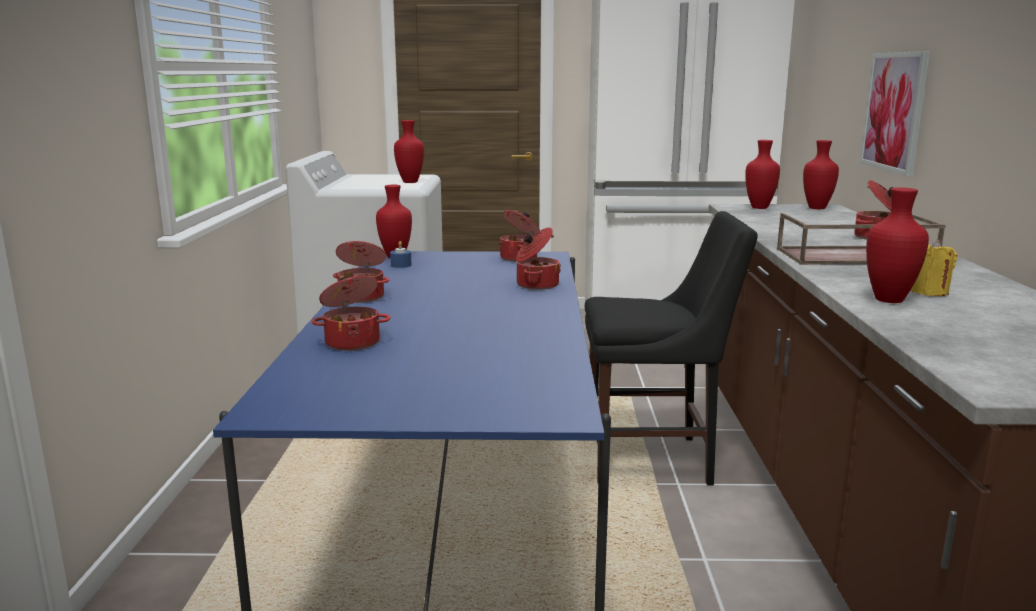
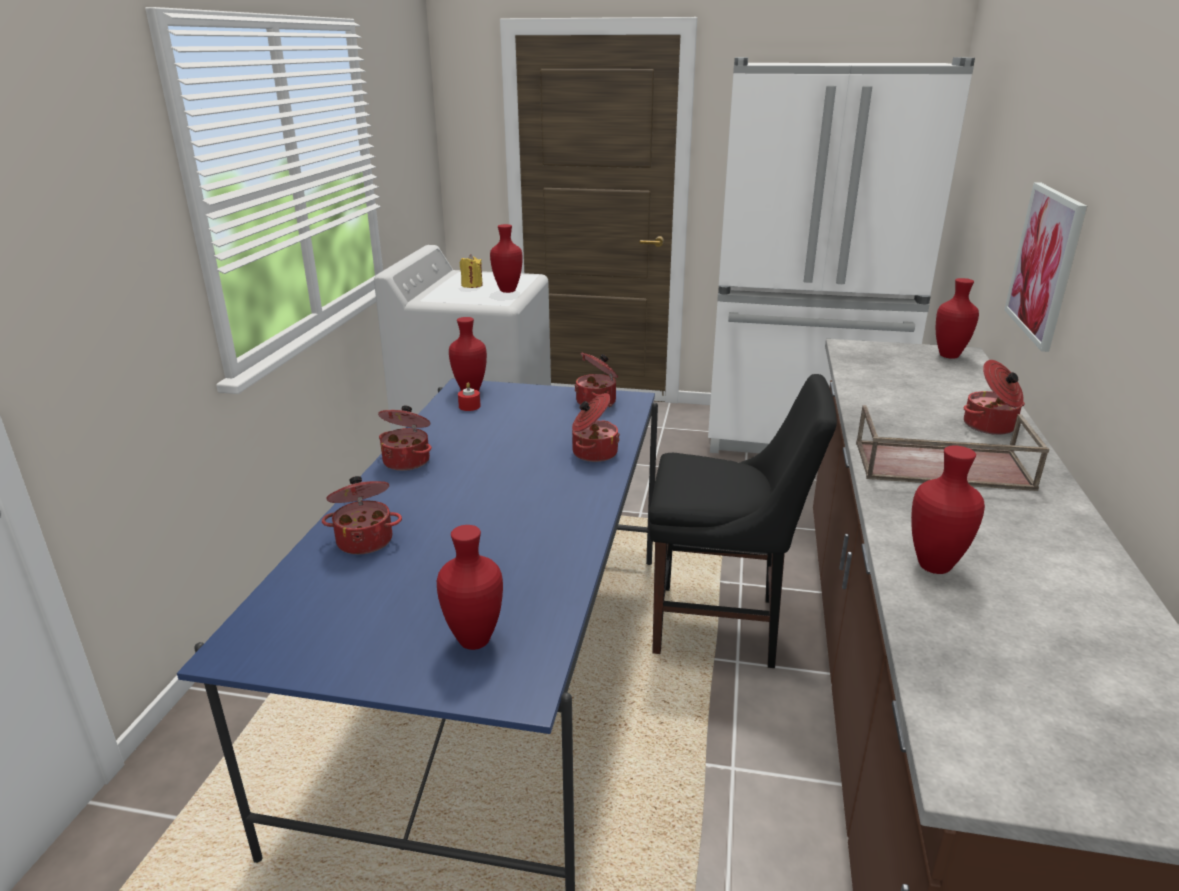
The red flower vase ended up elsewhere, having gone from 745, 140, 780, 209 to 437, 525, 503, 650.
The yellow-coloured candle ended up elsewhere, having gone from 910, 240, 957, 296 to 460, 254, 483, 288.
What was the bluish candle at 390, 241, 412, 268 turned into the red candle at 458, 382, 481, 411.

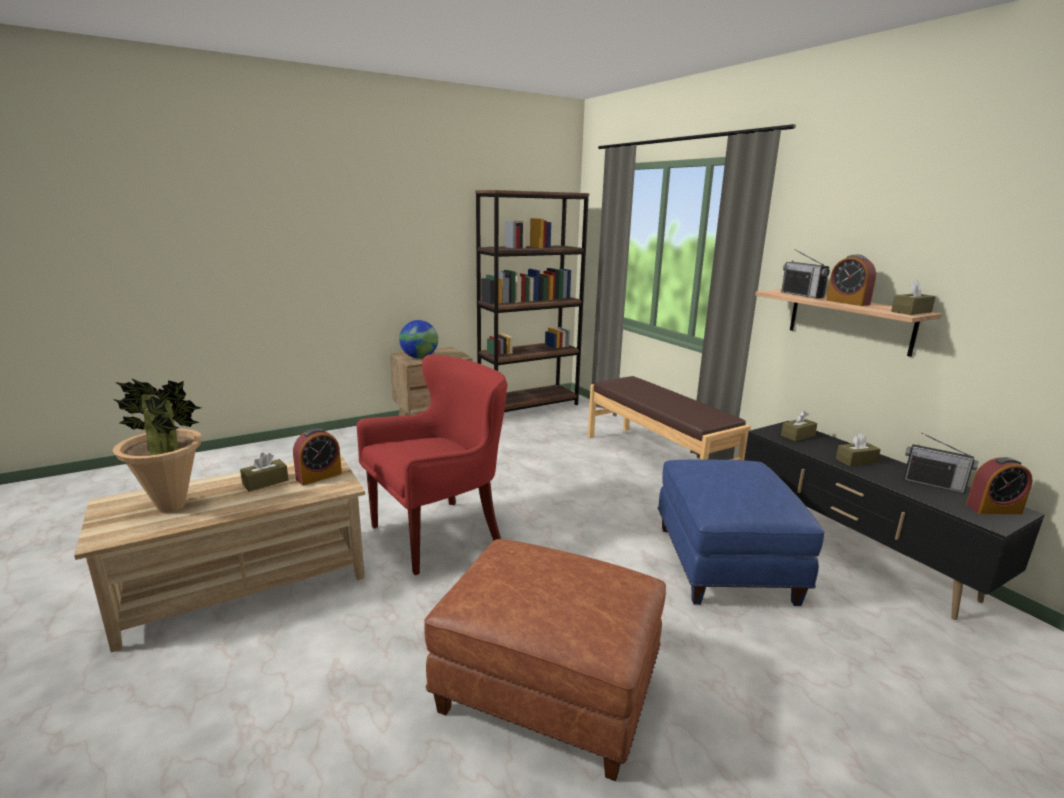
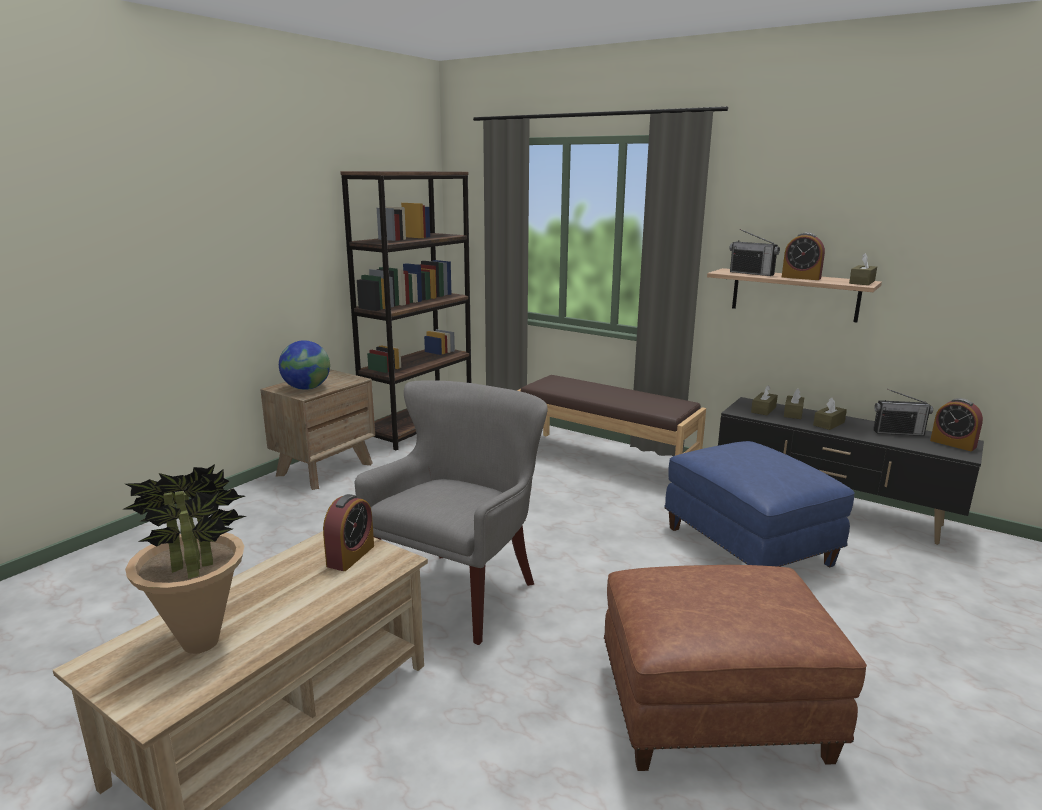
The brown box of tissues ended up elsewhere, having gone from 240, 453, 289, 492 to 784, 388, 804, 419.
What was the red easy chair at 357, 355, 507, 575 turned into the greyish easy chair at 355, 381, 548, 645.
The alarm clock at 966, 457, 1033, 514 ended up facing another way, 75 degrees clockwise from before.

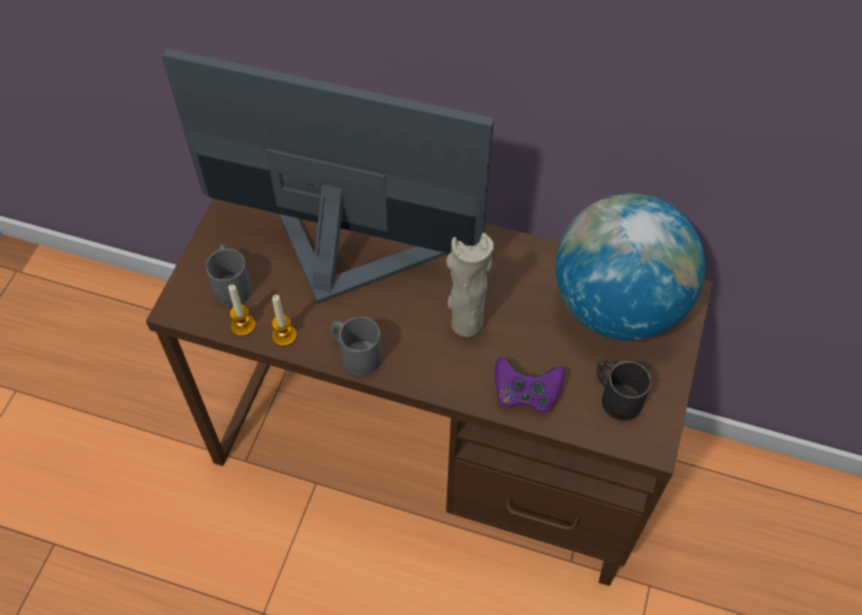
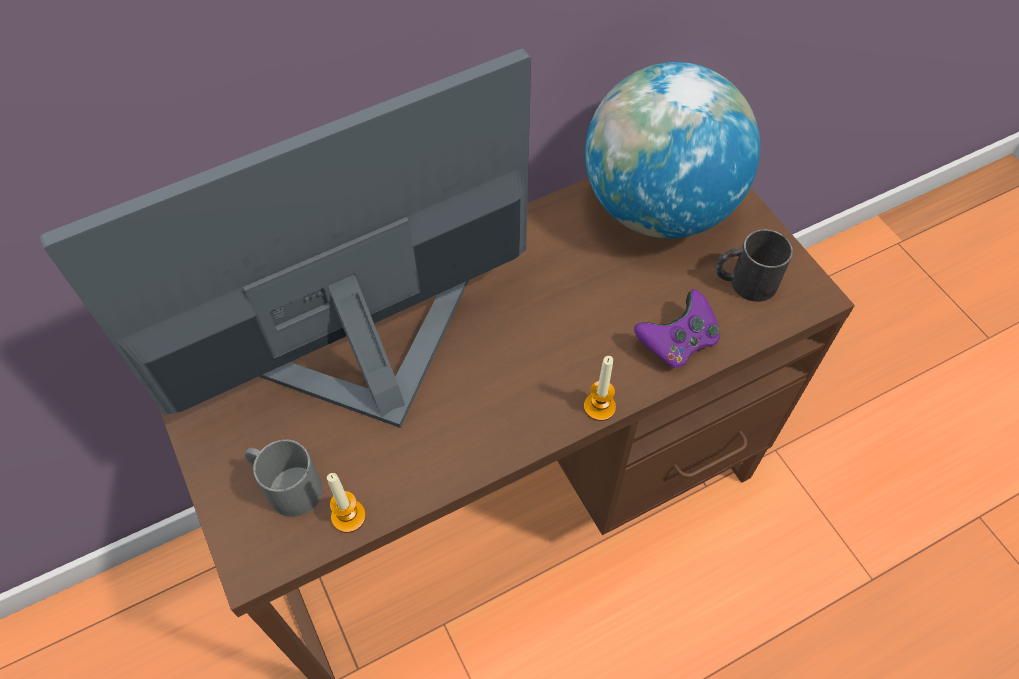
The second view lost the greyish mug at 330, 317, 382, 376.
The second view lost the beige-coloured flower vase at 446, 233, 494, 337.
The candle ended up elsewhere, having gone from 272, 295, 297, 346 to 584, 356, 616, 421.

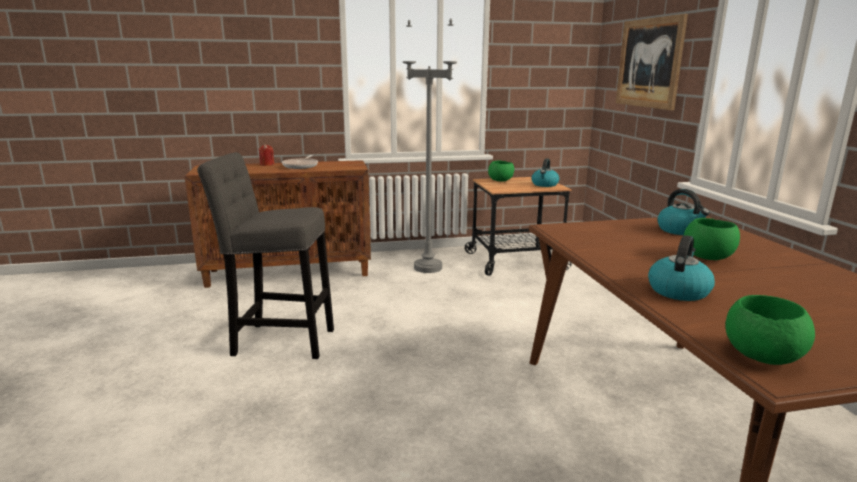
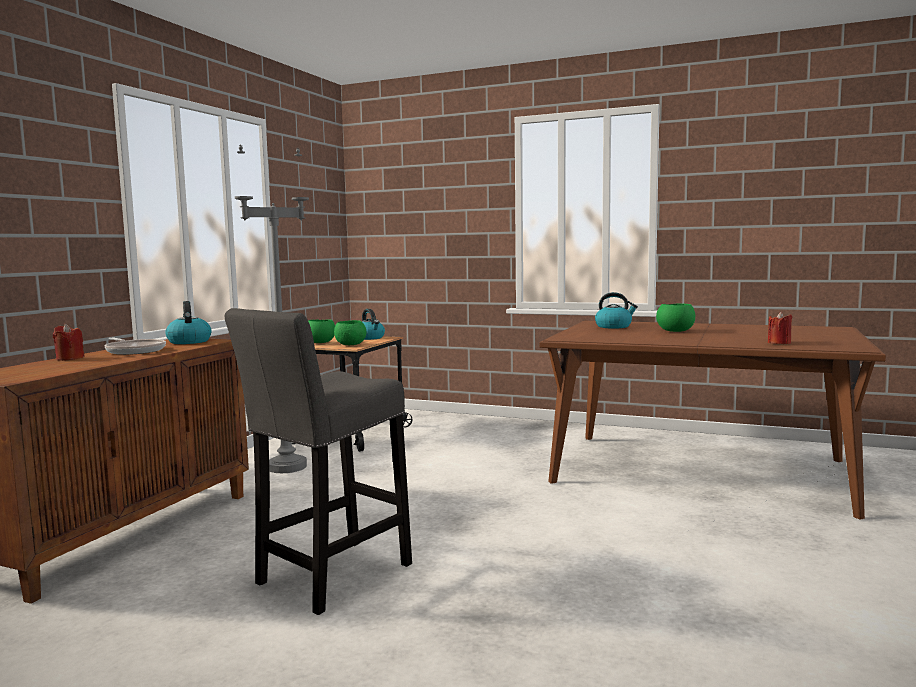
The second view lost the picture at 616, 14, 688, 110.
The second view gained the red candle at 768, 312, 792, 344.
The tea kettle ended up elsewhere, having gone from 648, 235, 715, 301 to 165, 301, 211, 344.
The green-coloured deep dish ended up elsewhere, having gone from 725, 295, 815, 365 to 334, 320, 367, 345.

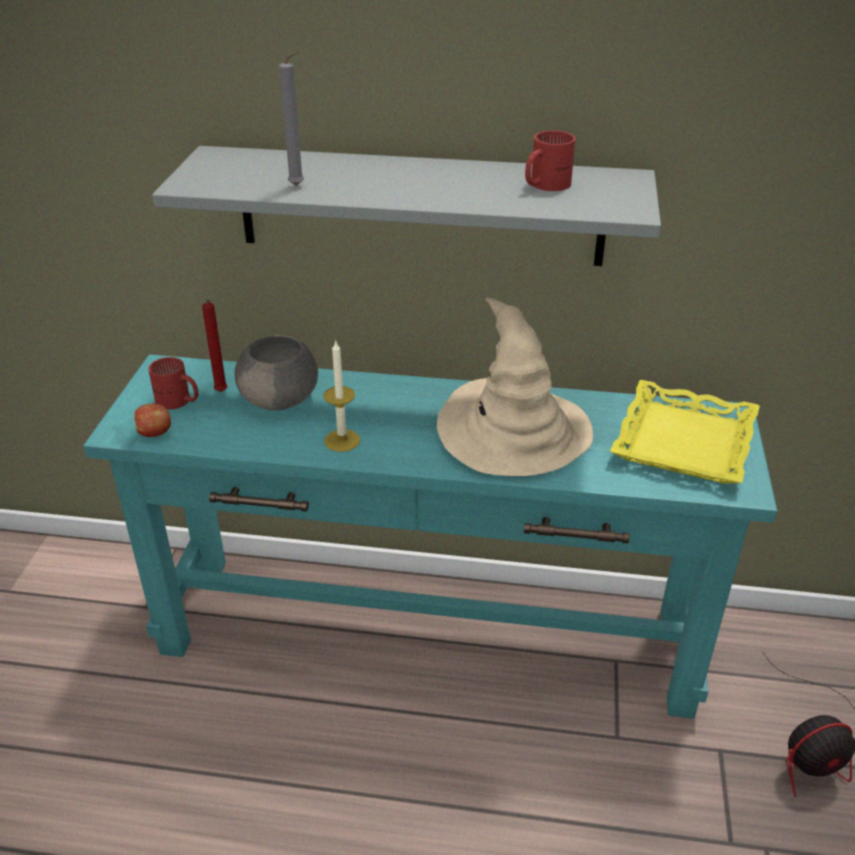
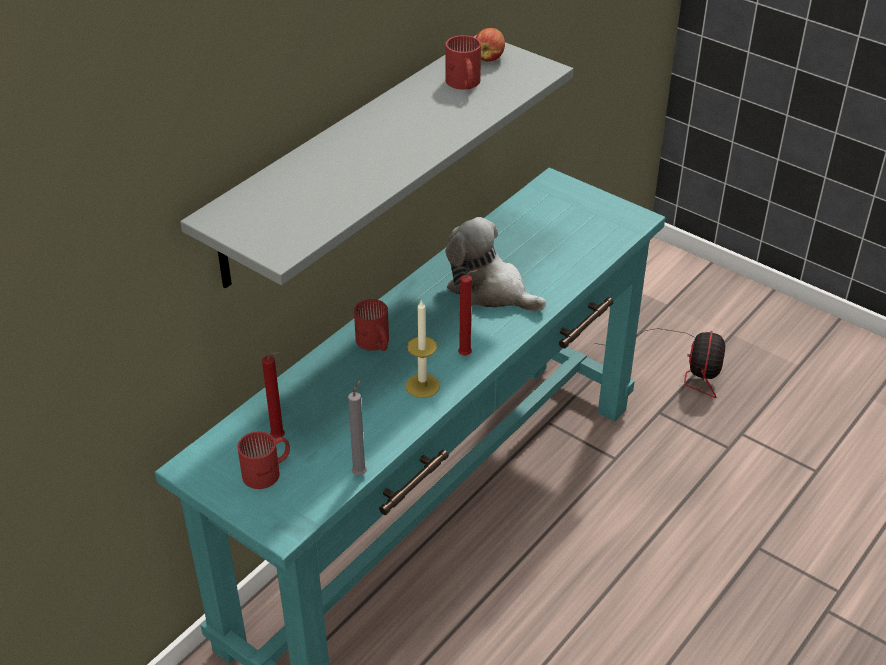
The second view lost the greyish deep dish at 235, 335, 318, 410.
The second view lost the yellow-coloured tray at 610, 380, 760, 484.
The second view gained the red mug at 354, 299, 389, 351.
The second view gained the red candle at 458, 270, 478, 355.
The apple fruit ended up elsewhere, having gone from 134, 404, 171, 437 to 475, 28, 505, 62.
The greyish candle ended up elsewhere, having gone from 279, 50, 304, 186 to 348, 379, 367, 476.
Where the beige-coloured wearable hat stood at 437, 298, 593, 476, the cuddly toy came to stand at 445, 217, 546, 311.

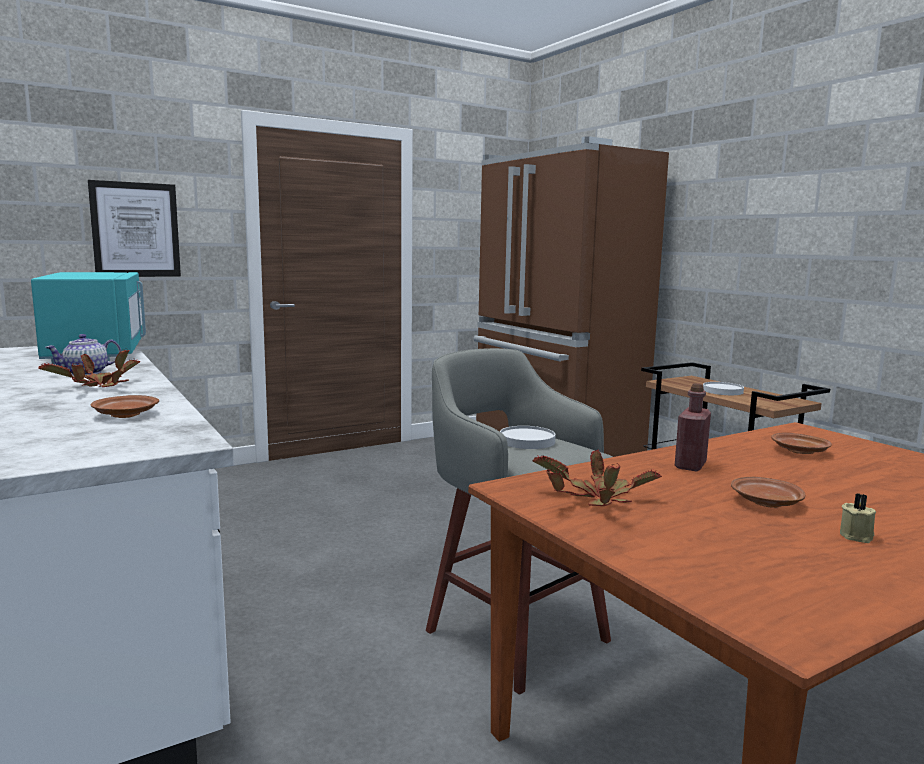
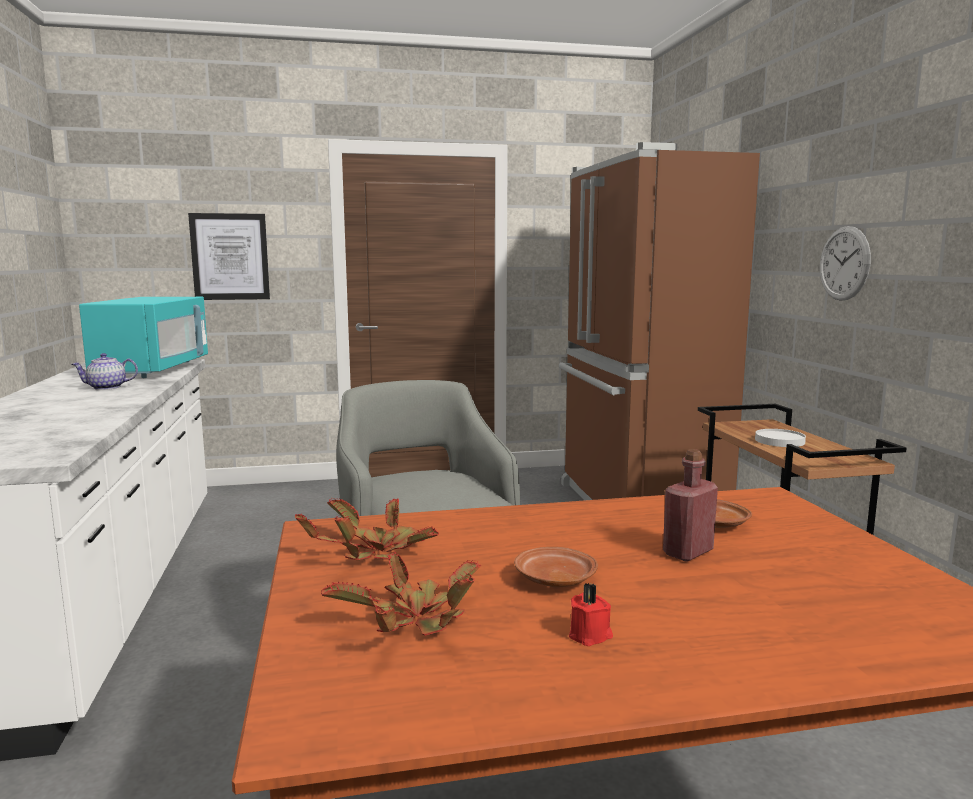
The second view lost the brown flat dish at 91, 395, 159, 418.
The second view lost the whitish flat dish at 500, 426, 556, 449.
The second view gained the wall clock at 820, 226, 871, 301.
The plant in a pot ended up elsewhere, having gone from 38, 349, 140, 387 to 321, 552, 481, 636.
The red beverage bottle ended up elsewhere, having gone from 675, 383, 711, 471 to 663, 449, 718, 562.
What was the beige-coloured candle at 840, 493, 876, 543 turned into the red candle at 569, 583, 613, 646.

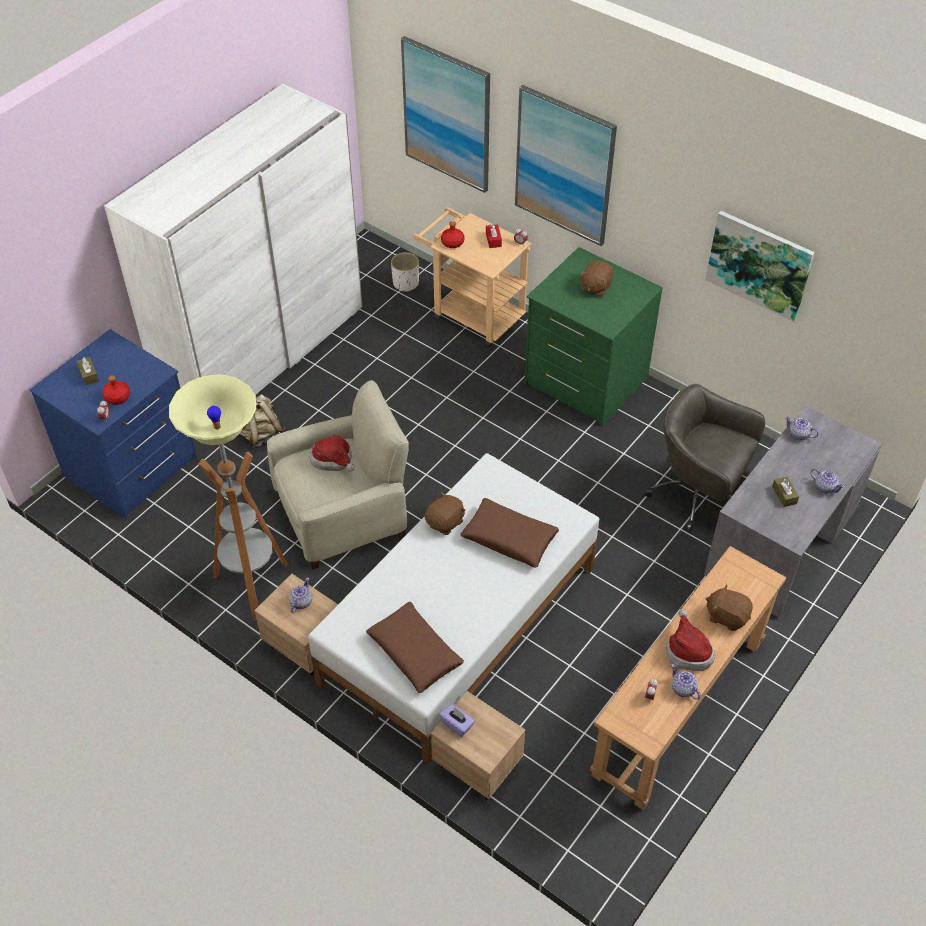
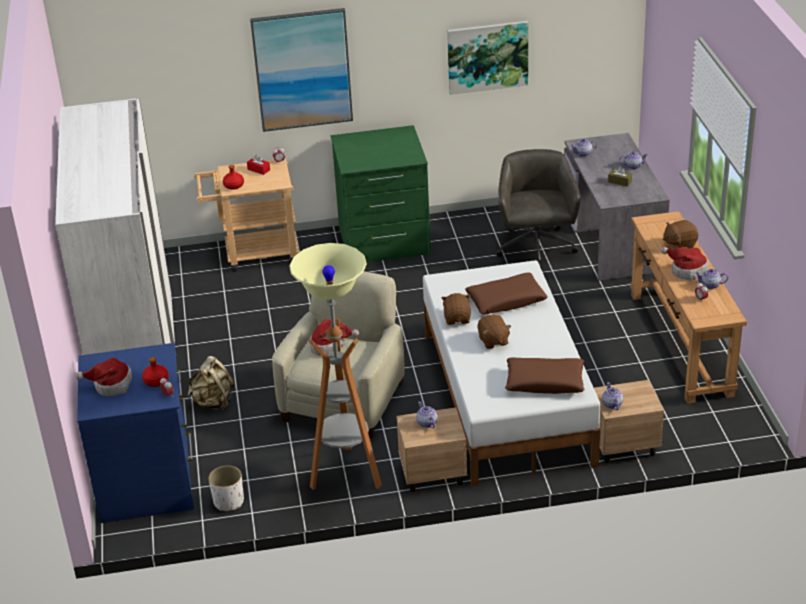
The second view lost the picture at 401, 36, 490, 193.
The whitish plant pot ended up elsewhere, having gone from 391, 252, 419, 292 to 209, 465, 244, 511.
The brown cuddly toy ended up elsewhere, having gone from 579, 260, 614, 297 to 477, 315, 511, 349.
Where the brown box of tissues stood at 76, 357, 99, 385, the wearable hat came to stand at 75, 358, 132, 396.
Where the purple-coloured box of tissues stood at 439, 704, 475, 737, the pot for tea came to stand at 602, 382, 623, 410.
The greyish office chair at 645, 384, 765, 532 ended up facing another way, 105 degrees clockwise from before.

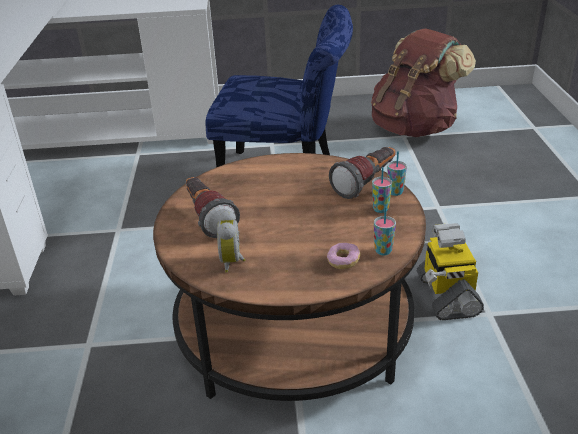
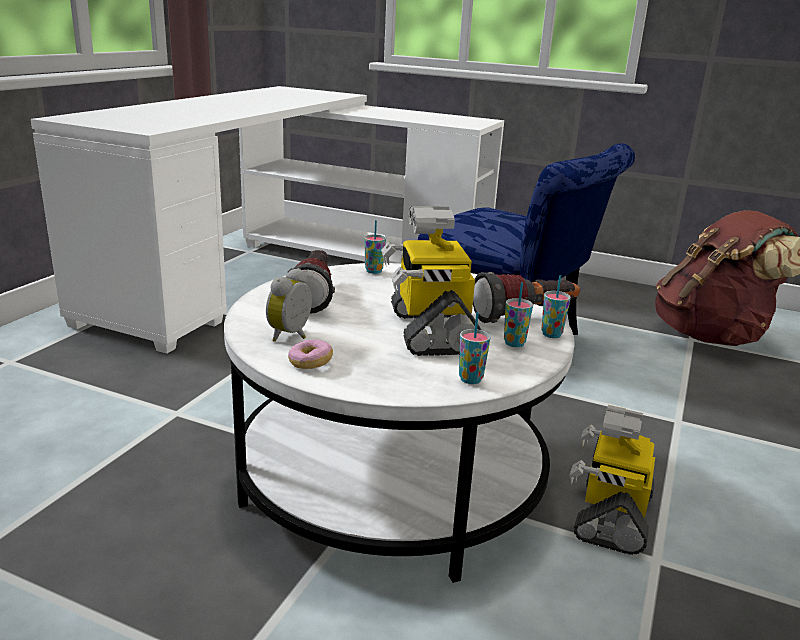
The second view gained the small cup at 364, 220, 386, 274.
The second view gained the toy robot at 381, 206, 481, 356.
The doughnut ended up elsewhere, having gone from 327, 243, 360, 269 to 288, 339, 333, 369.
What was the brown coffee table at 153, 153, 426, 401 turned into the whitish coffee table at 224, 263, 575, 583.

